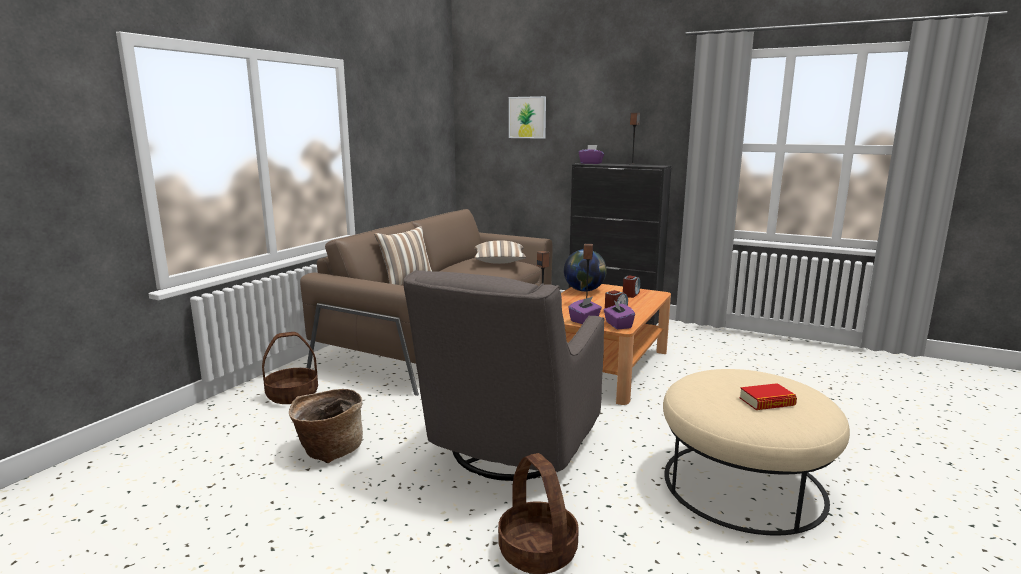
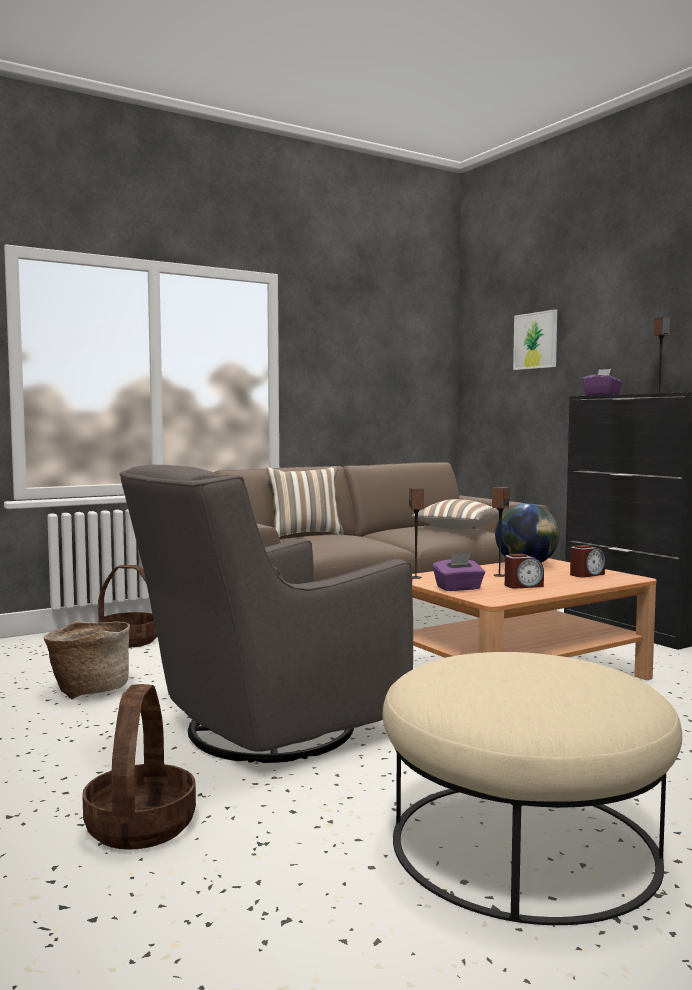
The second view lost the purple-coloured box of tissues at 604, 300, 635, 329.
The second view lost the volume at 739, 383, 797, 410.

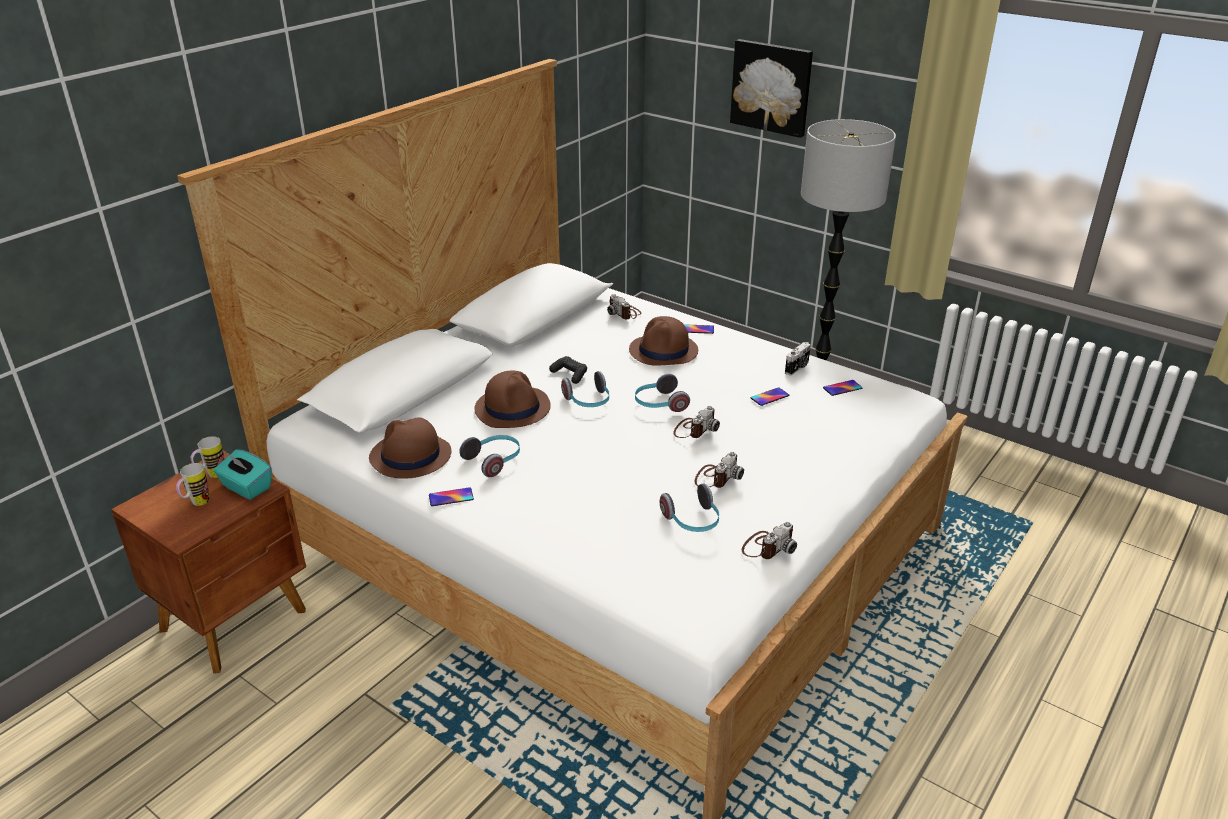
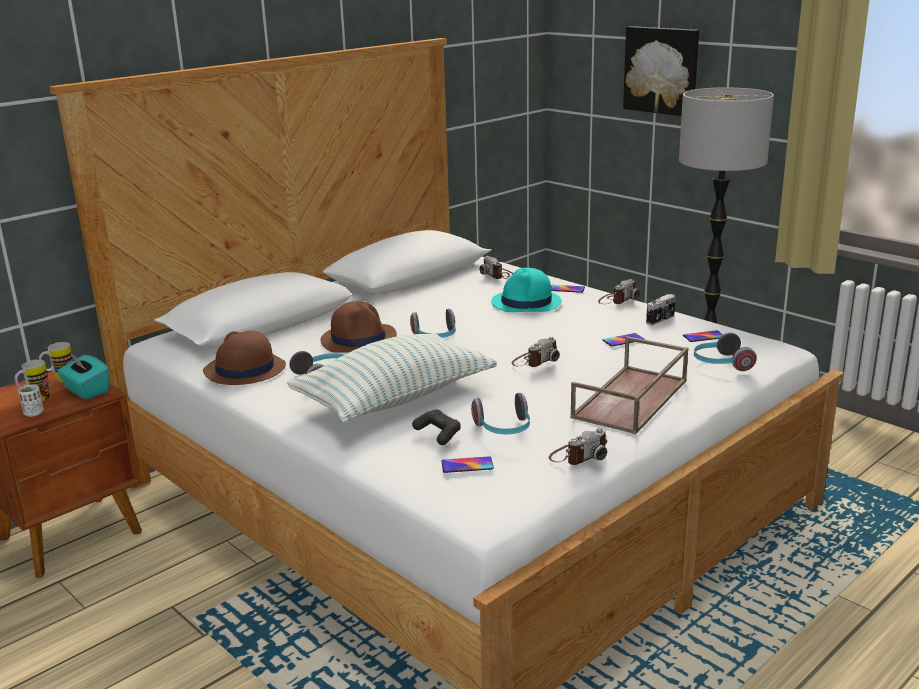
The second view gained the whitish small cup at 18, 384, 44, 417.
The second view gained the throw pillow at 287, 333, 497, 423.
The second view gained the brown tray at 570, 336, 688, 434.
The handset ended up elsewhere, having gone from 429, 487, 474, 506 to 441, 456, 494, 473.
The black-coloured joypad ended up elsewhere, having gone from 549, 356, 587, 384 to 412, 410, 461, 445.
The headset ended up elsewhere, having gone from 635, 374, 690, 412 to 694, 332, 757, 371.
The photo camera ended up elsewhere, having gone from 695, 452, 744, 488 to 598, 279, 640, 304.
What was the brown wearable hat at 629, 316, 698, 366 turned into the turquoise wearable hat at 491, 268, 562, 312.

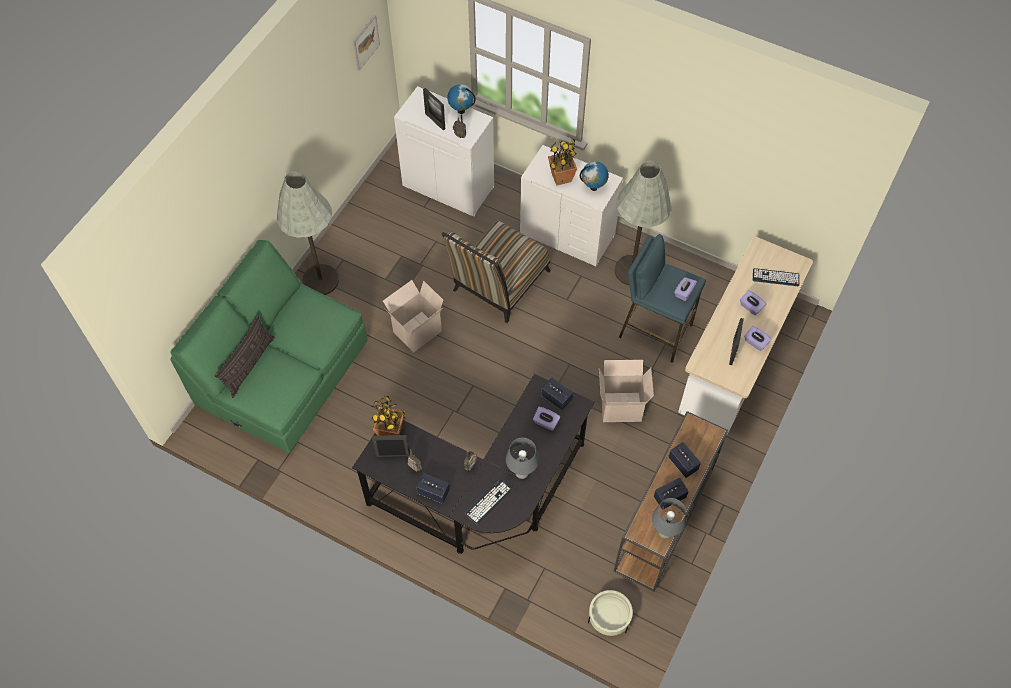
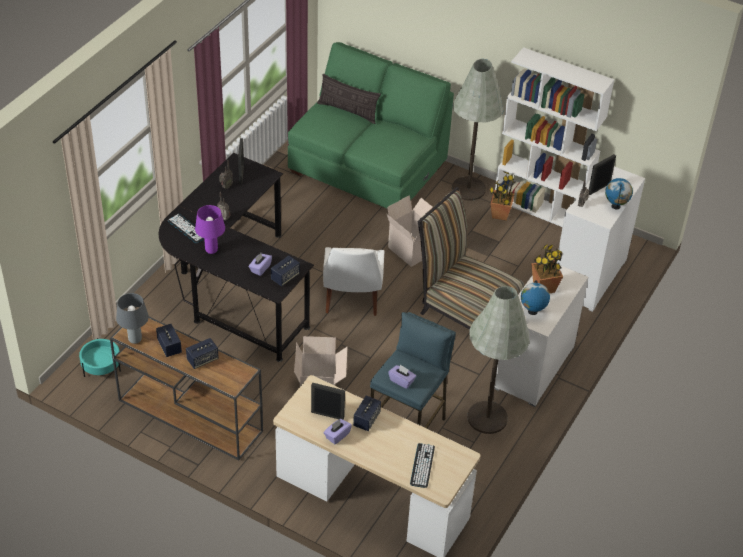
The second view lost the picture at 353, 15, 380, 71.
The second view lost the purple-coloured box of tissues at 740, 290, 766, 315.
The second view gained the whitish upright chair at 323, 247, 384, 316.
The second view gained the whitish bookcase at 495, 47, 614, 227.
The plant in a pot ended up elsewhere, having gone from 371, 396, 405, 436 to 489, 171, 515, 221.
The audio speaker ended up elsewhere, having gone from 416, 473, 450, 504 to 353, 396, 381, 431.
What was the greyish lamp for a table at 506, 438, 539, 479 turned into the purple-coloured lamp for a table at 195, 205, 225, 254.
What was the beige-coloured plant pot at 588, 590, 633, 636 turned into the turquoise plant pot at 79, 338, 121, 377.

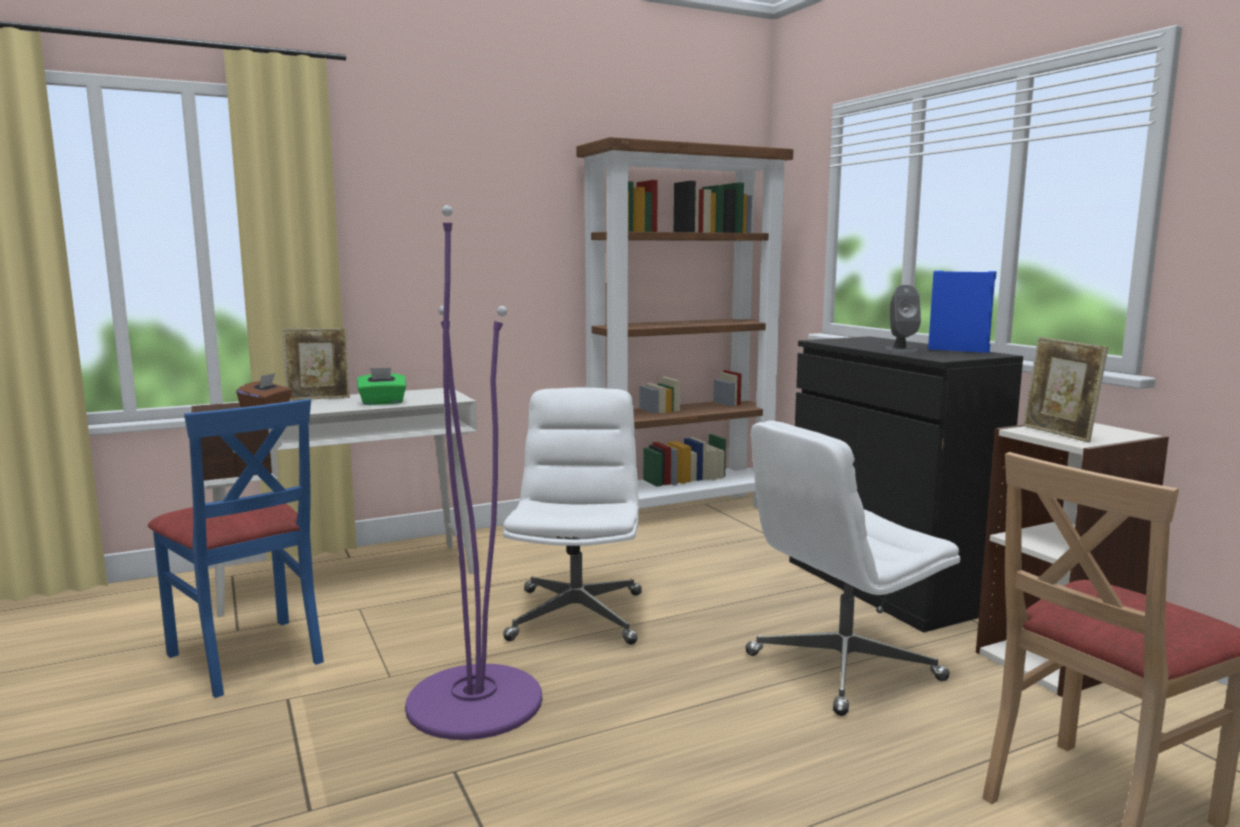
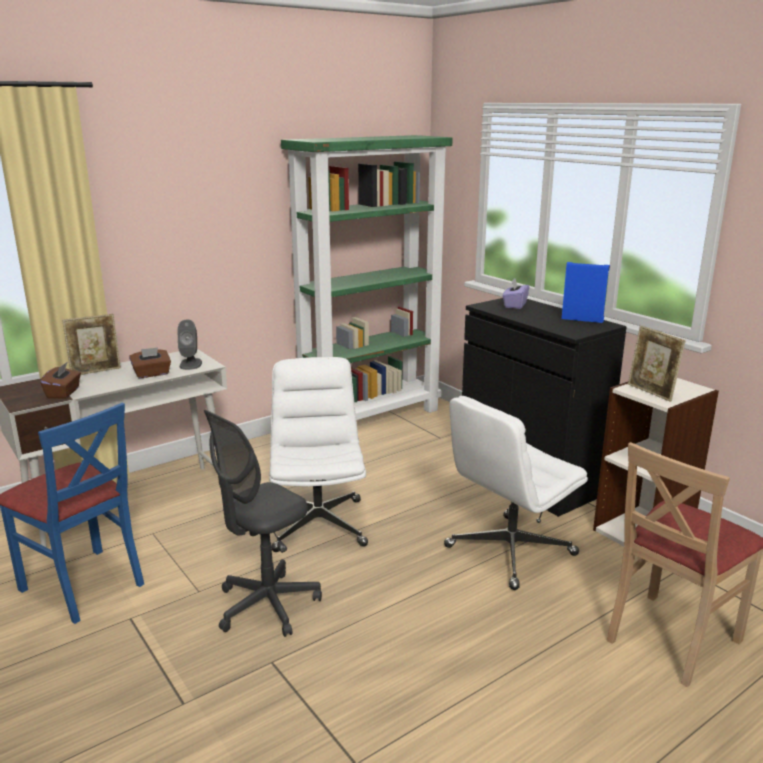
The second view gained the purple-coloured box of tissues at 503, 279, 529, 309.
The greyish audio speaker ended up elsewhere, having gone from 884, 285, 921, 354 to 177, 320, 202, 370.
Where the purple-coloured standard lamp stood at 405, 205, 542, 740, the greyish office chair came to stand at 204, 410, 322, 637.
What was the green-coloured box of tissues at 357, 367, 406, 405 turned into the brown box of tissues at 129, 347, 171, 378.
What was the brown bookcase at 576, 137, 793, 509 turned into the green-coloured bookcase at 281, 135, 453, 420.

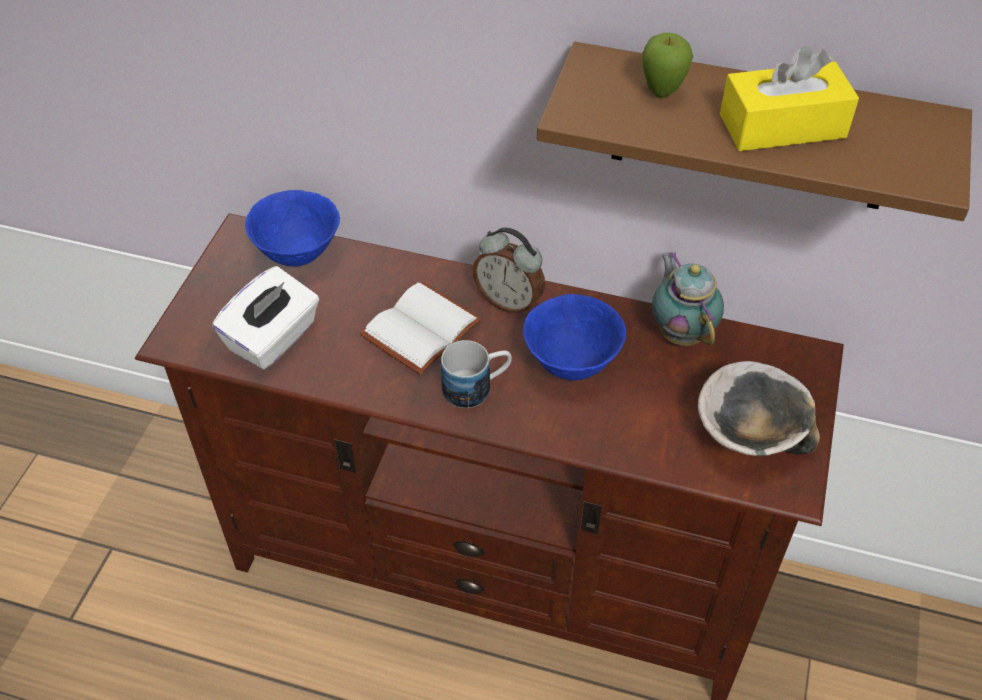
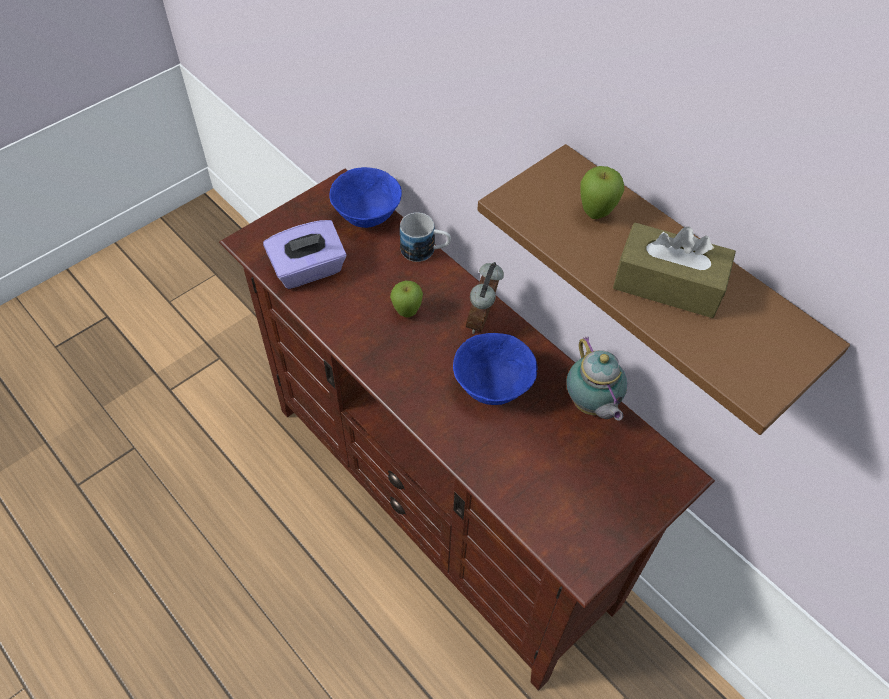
The second view lost the deep dish at 698, 361, 820, 456.
The mug ended up elsewhere, having gone from 441, 340, 512, 408 to 400, 212, 451, 262.
Where the whitish volume stood at 360, 282, 482, 375, the apple fruit came to stand at 390, 281, 423, 317.
What was the whitish box of tissues at 212, 266, 319, 370 turned into the purple-coloured box of tissues at 263, 220, 347, 289.
What was the yellow-coloured box of tissues at 720, 46, 859, 151 turned into the brown box of tissues at 613, 223, 736, 318.
The alarm clock at 472, 227, 545, 315 ended up facing another way, 45 degrees clockwise from before.
The pot for tea at 652, 252, 724, 346 ended up facing another way, 150 degrees clockwise from before.

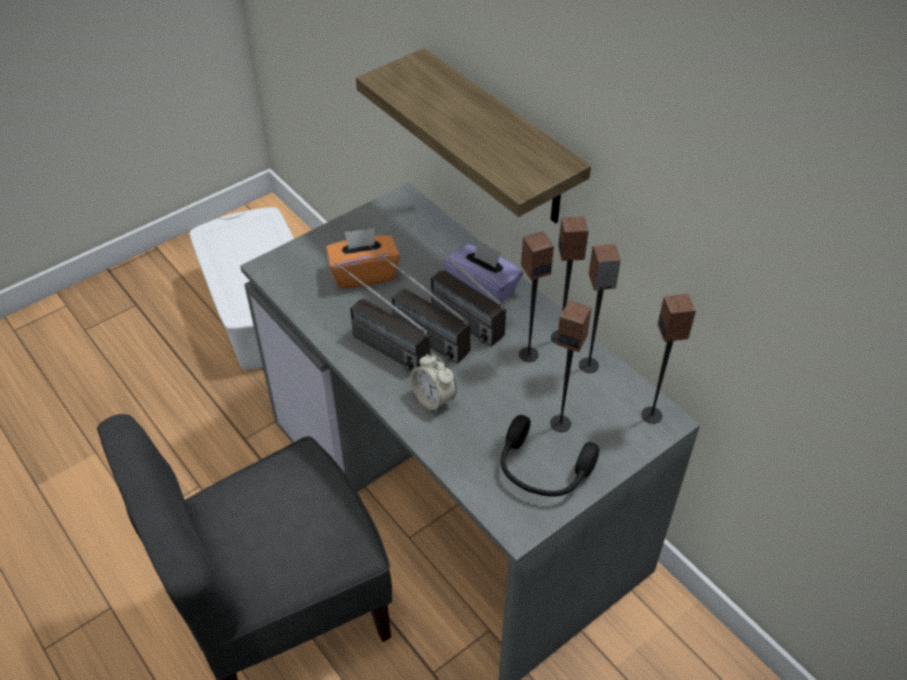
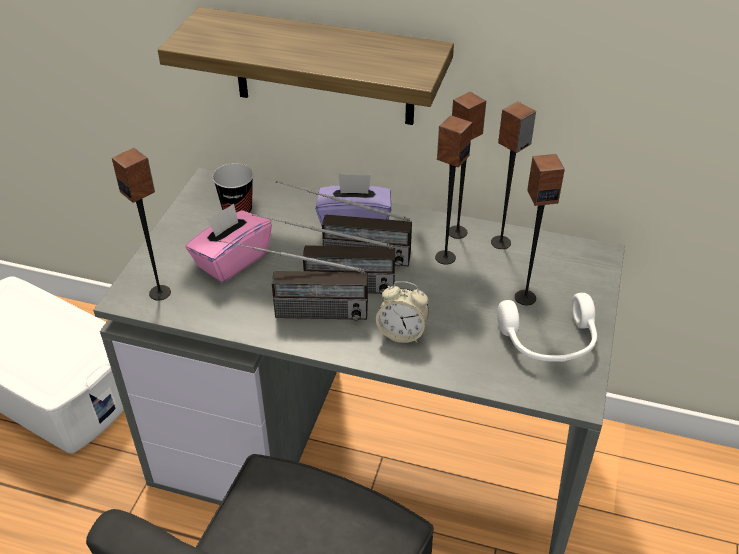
The second view gained the small cup at 212, 163, 254, 213.
The audio speaker ended up elsewhere, having gone from 641, 294, 696, 424 to 112, 148, 171, 300.
What was the orange box of tissues at 326, 228, 400, 289 turned into the pink-coloured box of tissues at 186, 204, 272, 282.
What was the black-coloured headset at 501, 415, 599, 497 turned into the whitish headset at 497, 293, 597, 362.

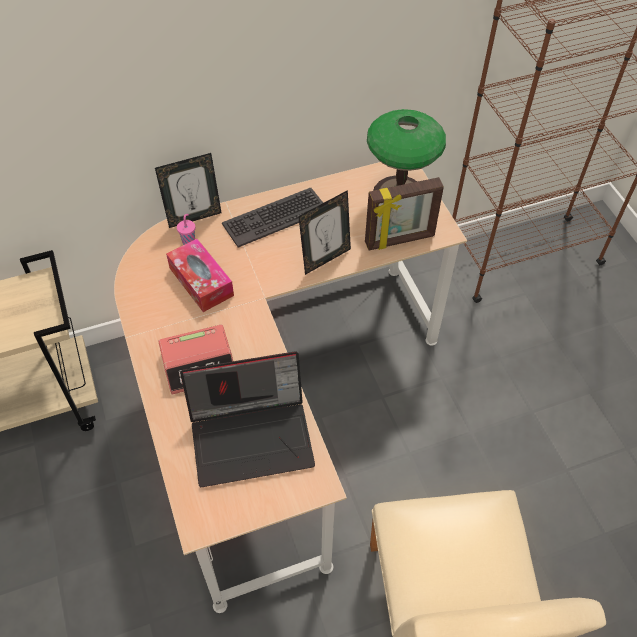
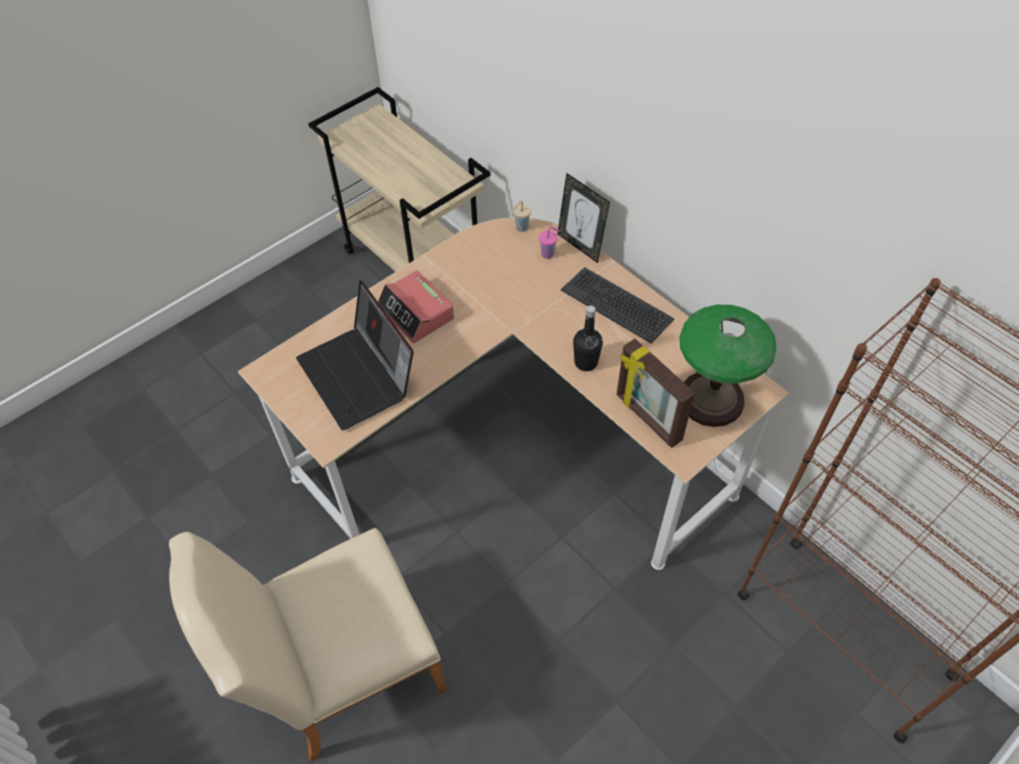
The second view lost the box of tissues at 166, 239, 234, 312.
The second view gained the beige-coloured small cup at 513, 201, 531, 232.
Where the photo frame stood at 298, 190, 351, 275, the black-coloured beverage bottle came to stand at 573, 306, 603, 371.

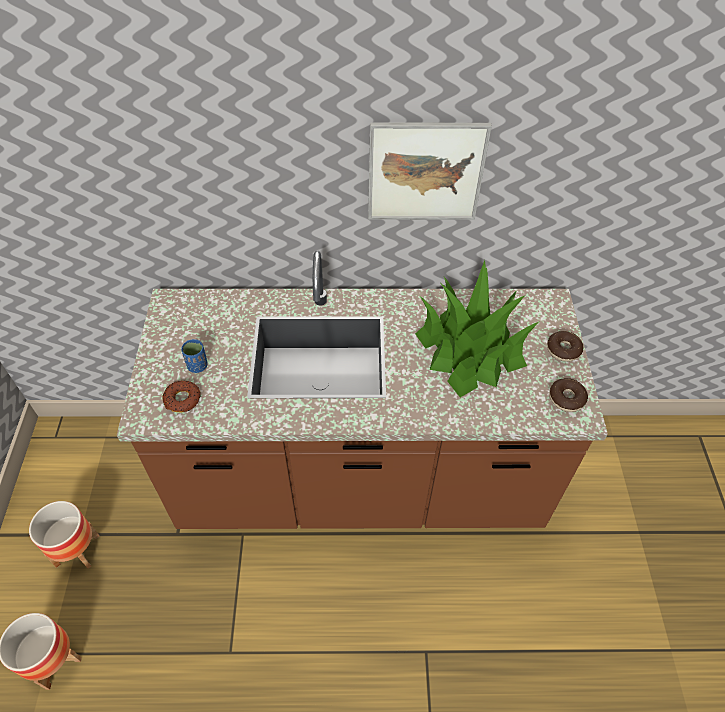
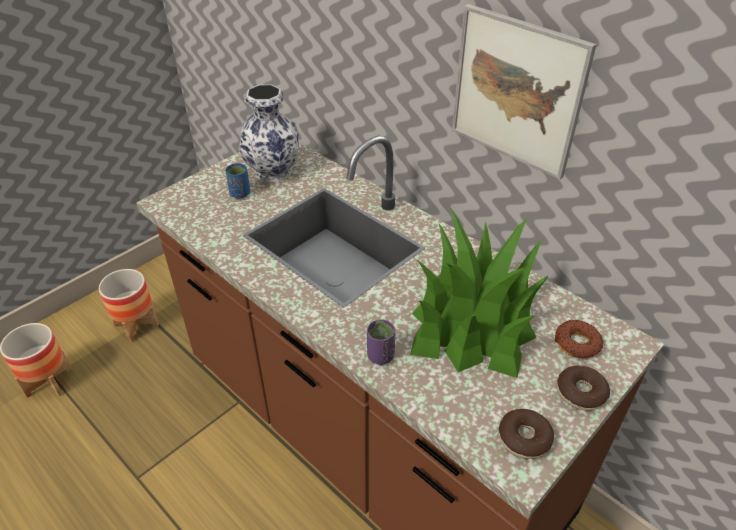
The second view gained the flower vase at 239, 85, 300, 182.
The second view gained the purple-coloured small cup at 367, 319, 395, 365.
The doughnut ended up elsewhere, having gone from 162, 380, 201, 412 to 555, 320, 603, 358.

